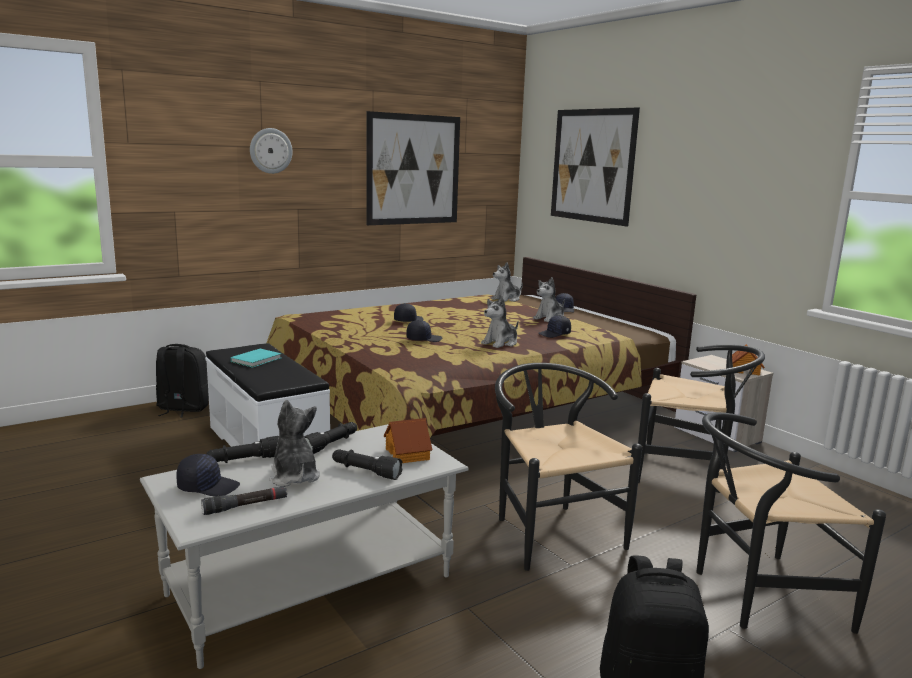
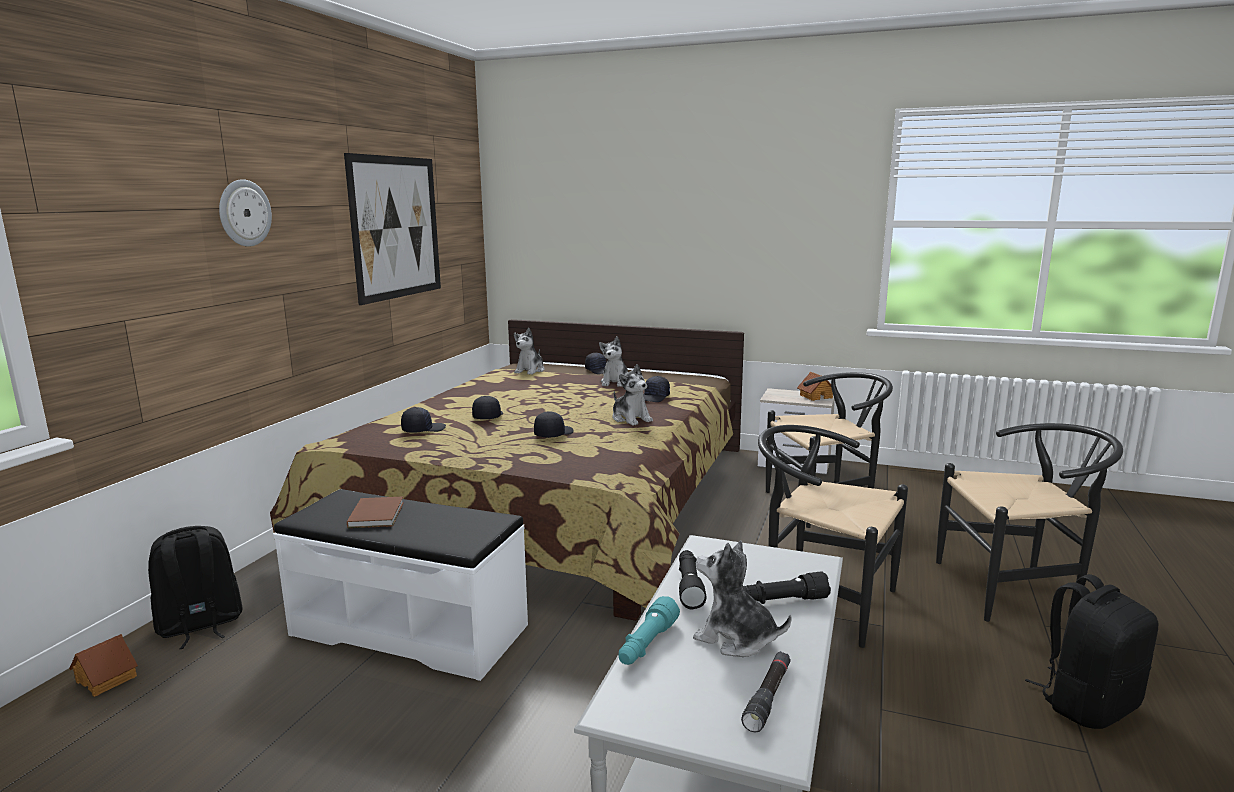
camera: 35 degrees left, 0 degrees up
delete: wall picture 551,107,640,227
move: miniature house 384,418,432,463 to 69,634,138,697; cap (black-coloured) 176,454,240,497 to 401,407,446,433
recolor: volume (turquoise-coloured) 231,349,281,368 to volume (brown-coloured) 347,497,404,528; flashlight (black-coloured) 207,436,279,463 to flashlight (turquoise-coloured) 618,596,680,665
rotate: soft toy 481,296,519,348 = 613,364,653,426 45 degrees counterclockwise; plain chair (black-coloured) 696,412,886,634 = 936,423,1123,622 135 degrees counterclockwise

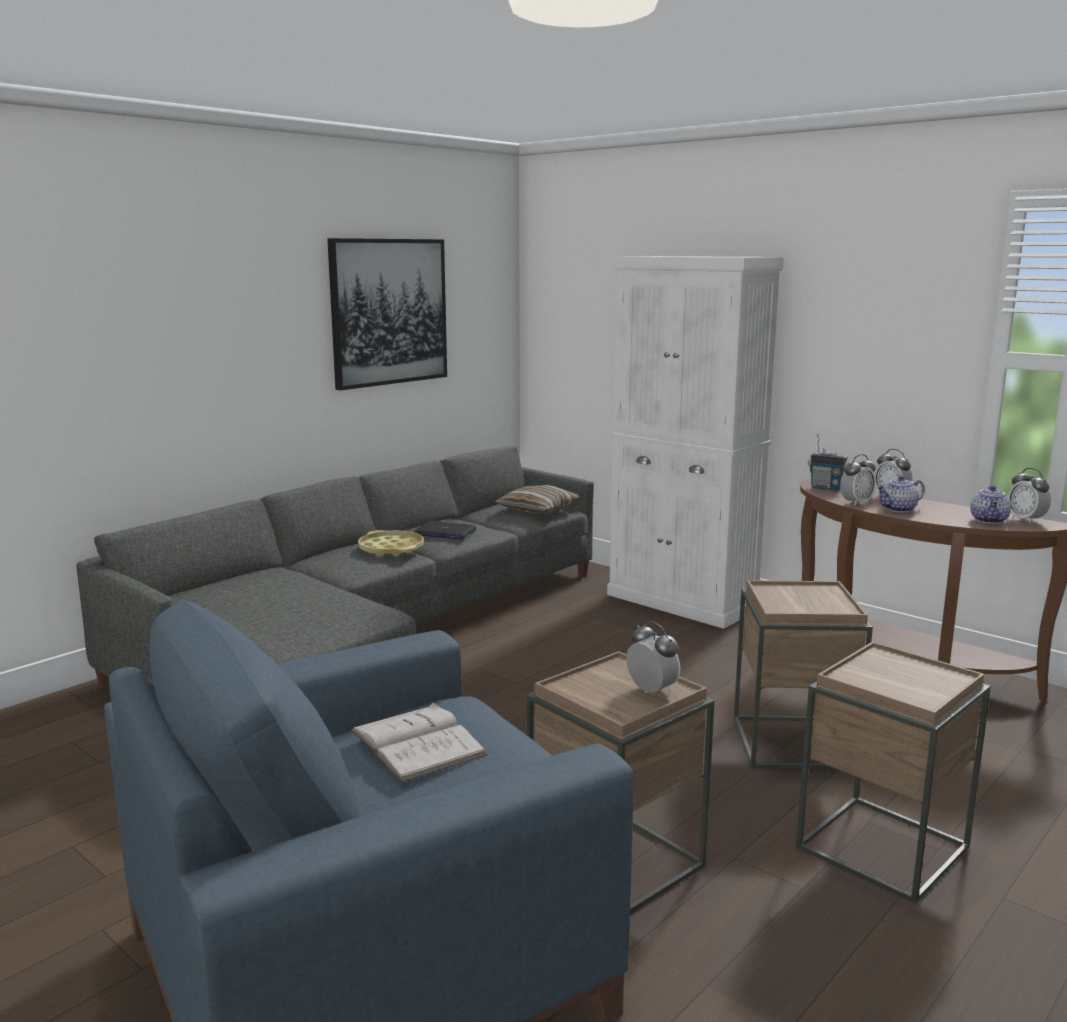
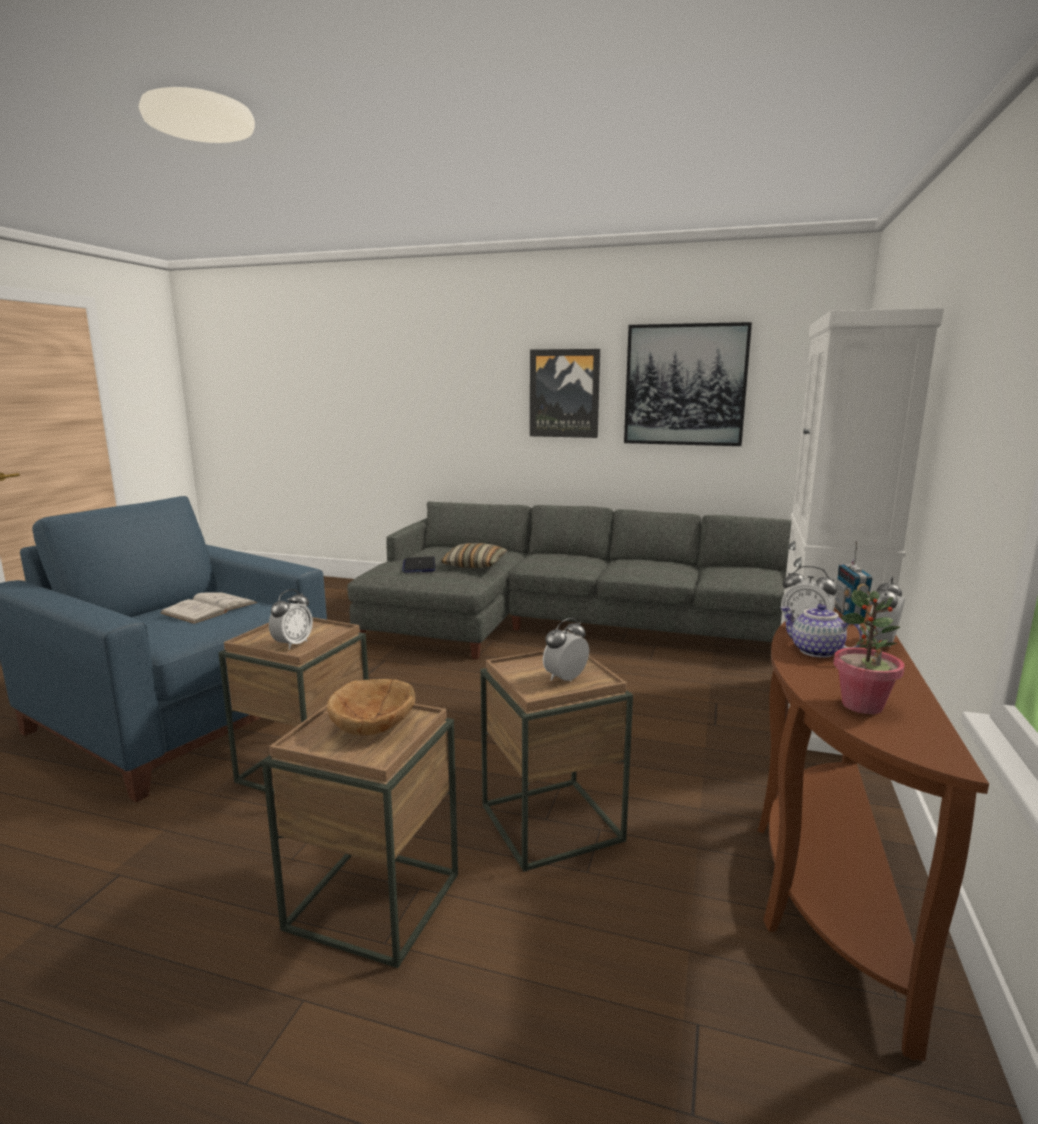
camera: 65 degrees right, 0 degrees up
delete: serving tray (yellowish) 358,530,424,557
insert: wall picture 530,349,600,438; deep dish (brown-coloured) 327,679,415,736
move: alarm clock 1008,468,1051,524 to 543,618,589,682; pillow 495,485,580,514 to 440,543,507,568; portable computer 414,521,476,540 to 402,556,435,573
replace: pot for tea 970,485,1011,524 to plant in a pot 834,590,905,714

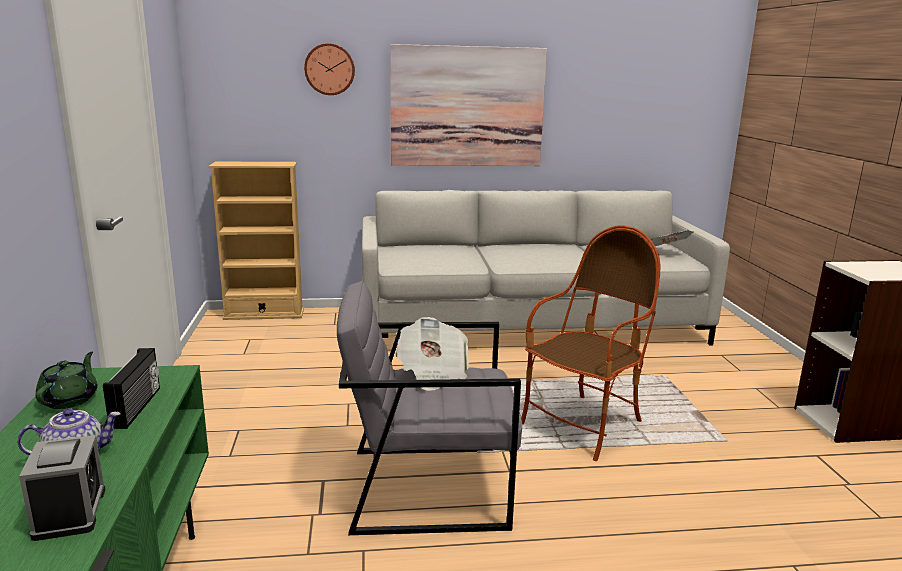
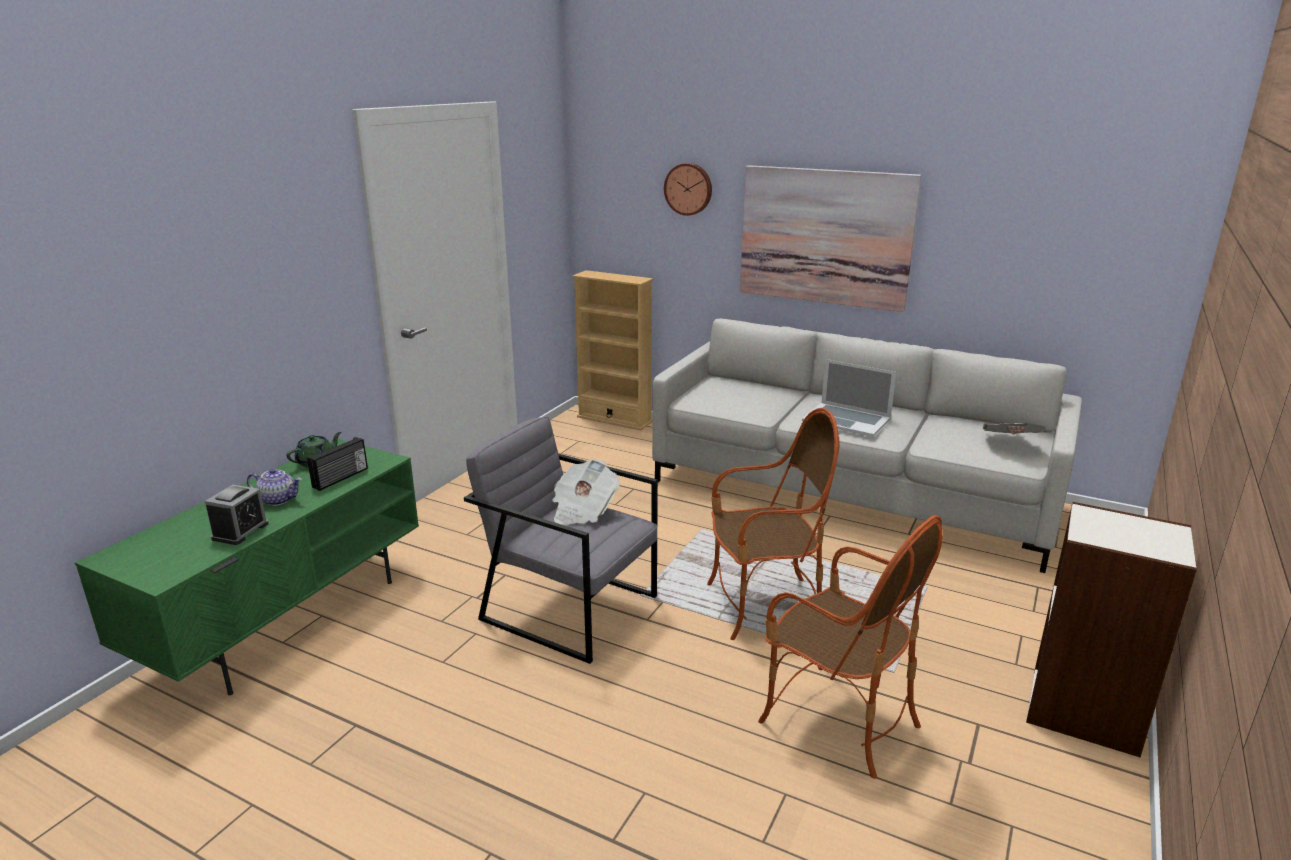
camera: 35 degrees right, 5 degrees up
insert: portable computer 802,359,896,437; armchair 758,515,943,779

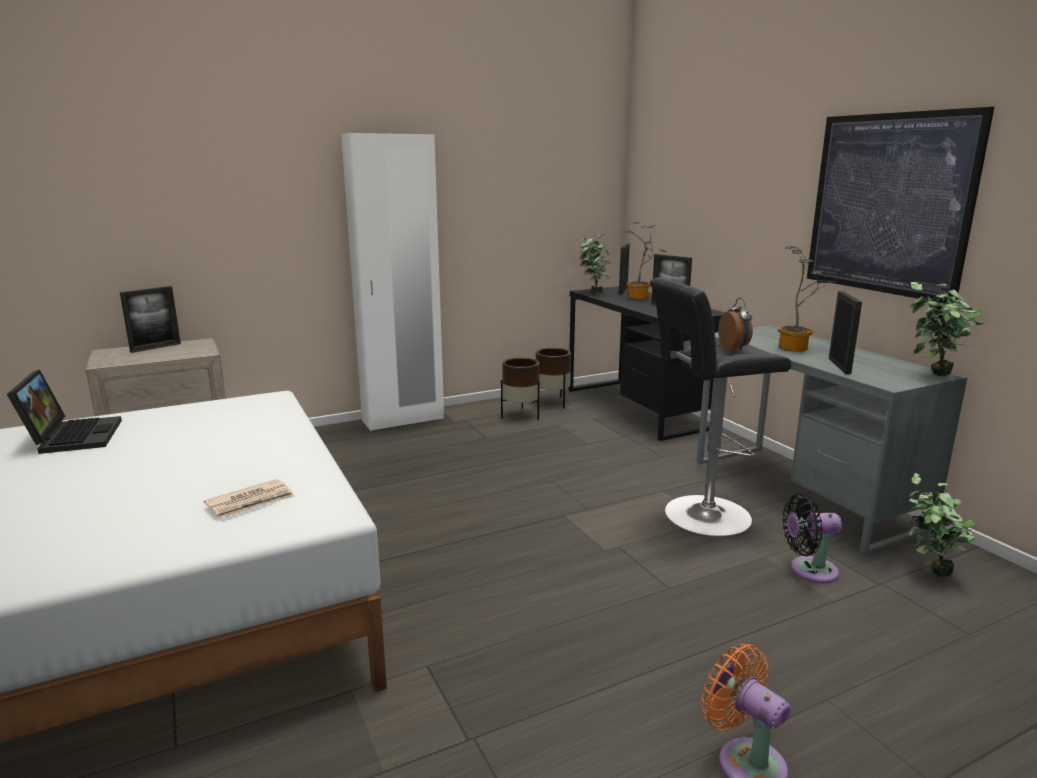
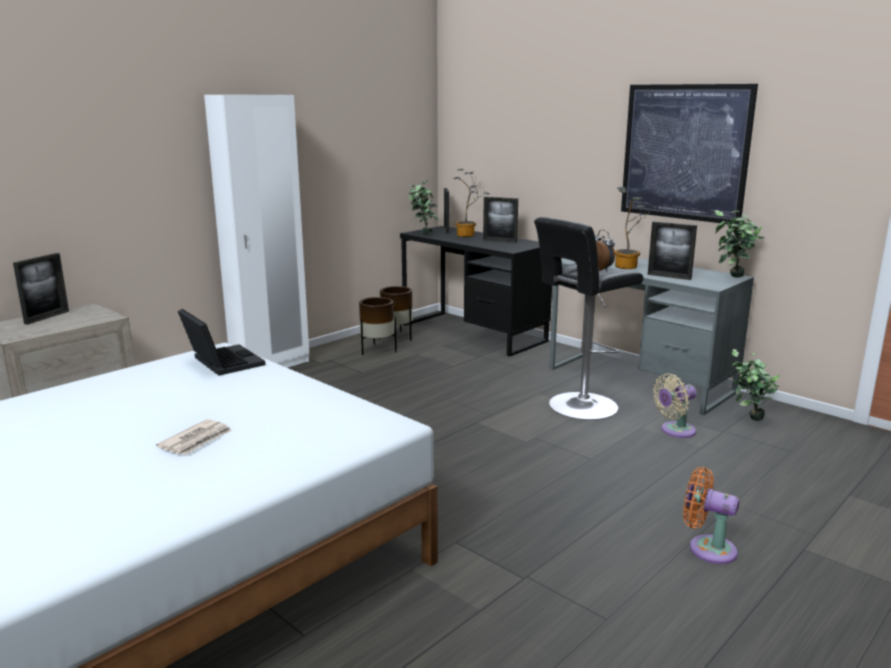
camera: 20 degrees left, 0 degrees up
move: portable computer 7,370,122,454 to 178,309,266,376; newspaper 204,479,295,518 to 156,419,232,454
recolor: fan (black-coloured) 782,493,842,583 to fan (beige) 653,373,697,438
rotate: standing frame 829,291,862,374 = 648,221,697,280 135 degrees clockwise

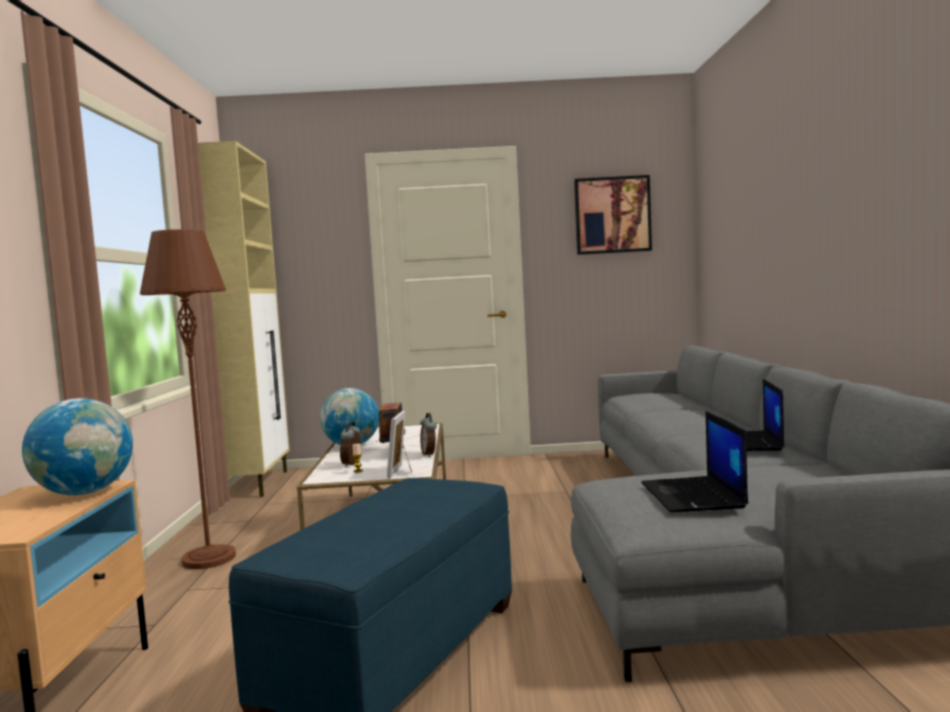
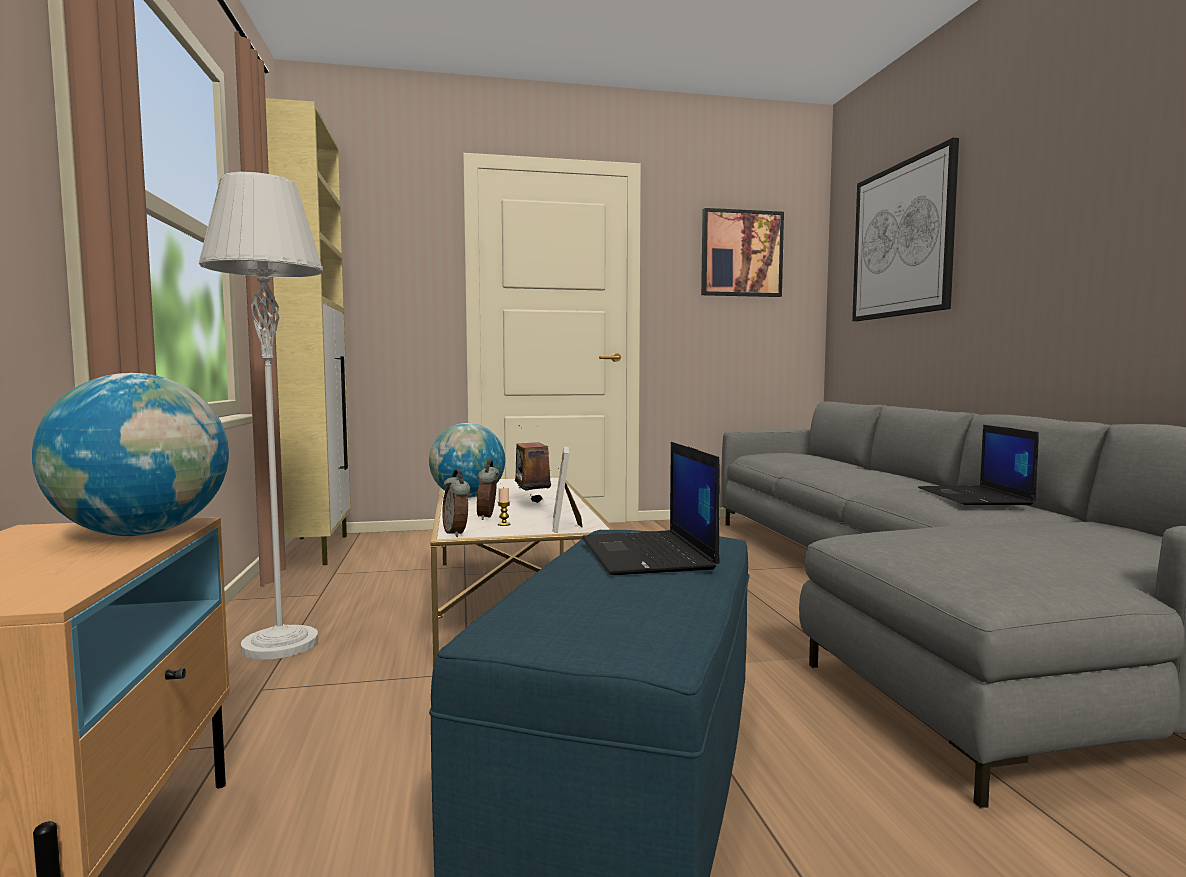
camera: 10 degrees left, 0 degrees up
insert: wall picture 852,138,959,321
move: portable computer 641,411,748,513 to 582,442,720,575; alarm clock 420,413,437,457 to 442,470,470,537
recolor: standing lamp (brown-coloured) 140,229,236,569 to standing lamp (grey) 199,172,323,660

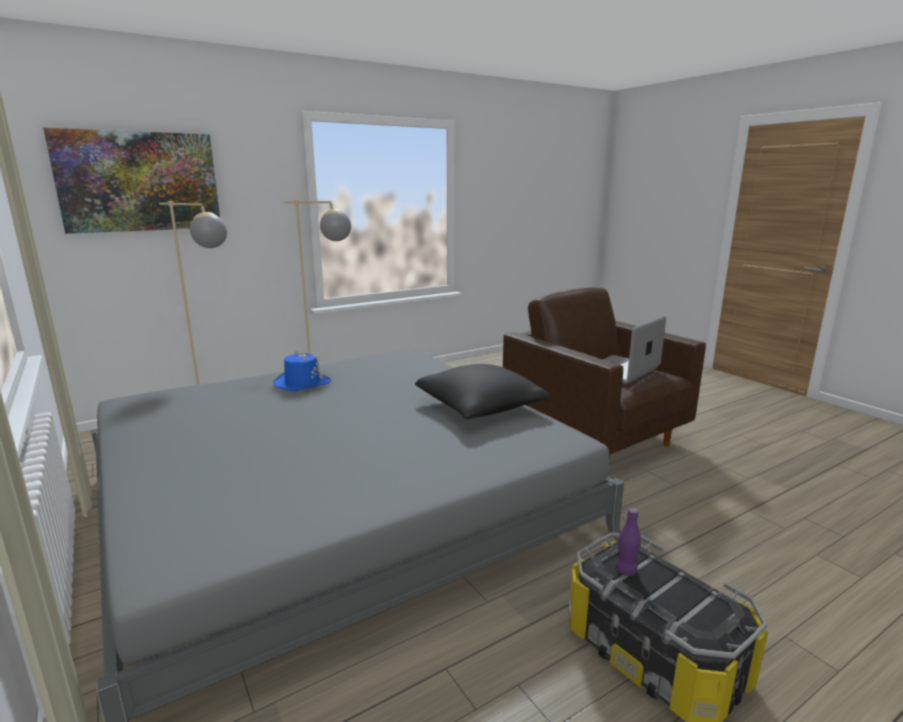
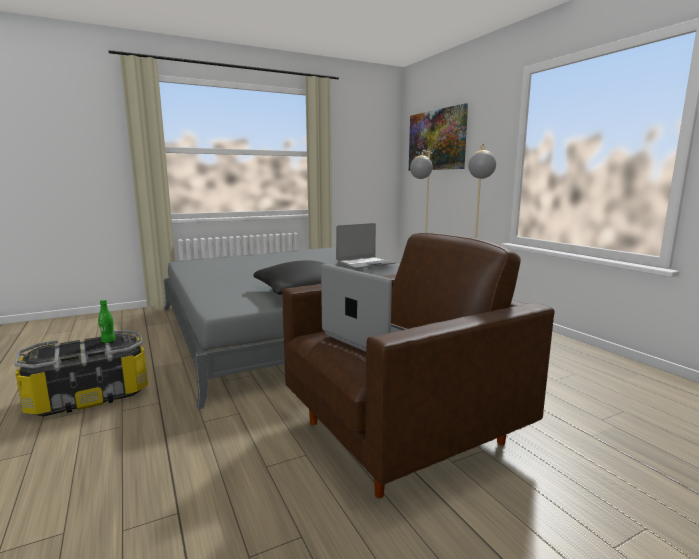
camera: 95 degrees right, 5 degrees down
replace: hat (bluish) 273,351,331,391 to portable computer 336,223,396,269
recolor: bottle (purplish) 615,508,641,576 to bottle (green) 98,300,116,343

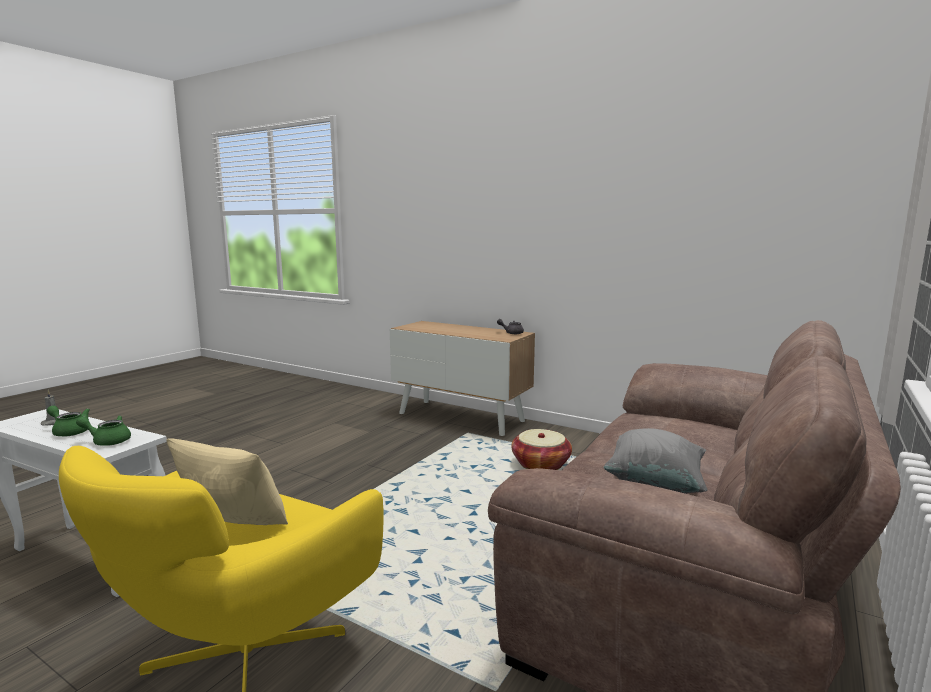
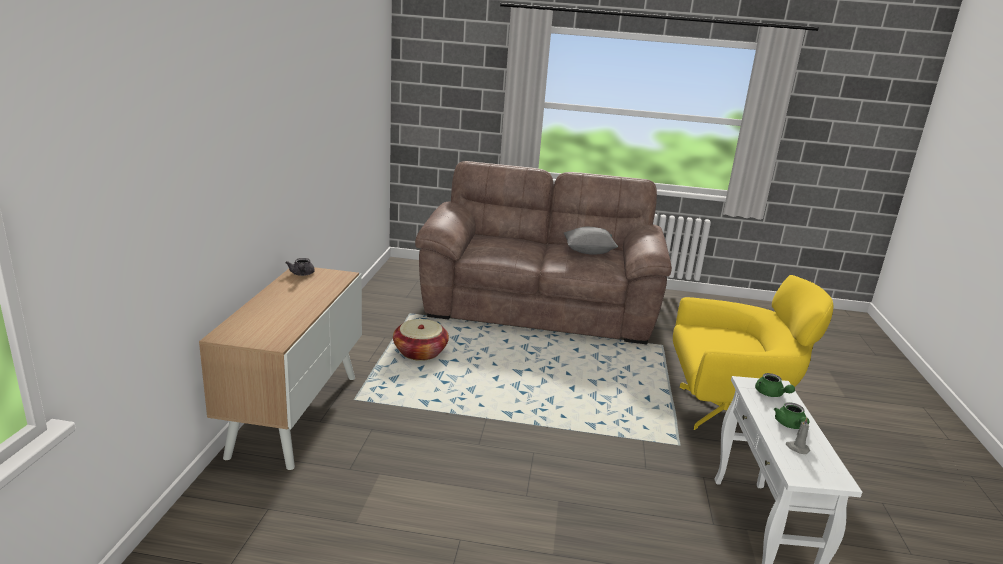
camera: 115 degrees left, 10 degrees up
delete: pillow (beige) 166,438,288,525

